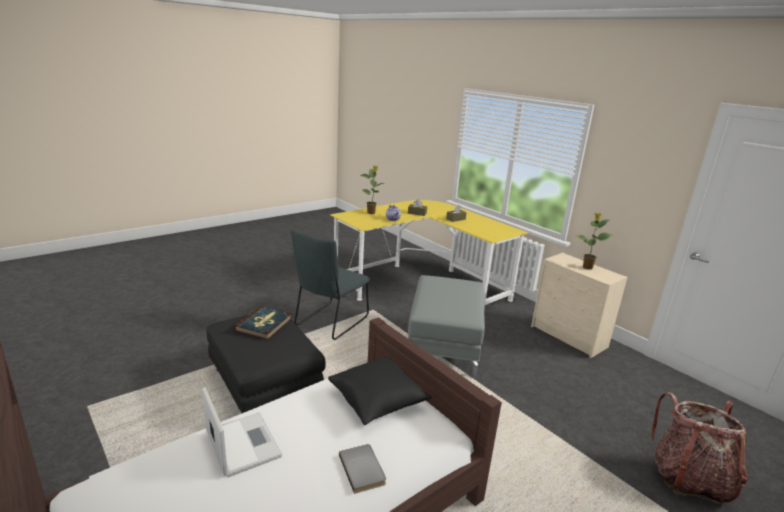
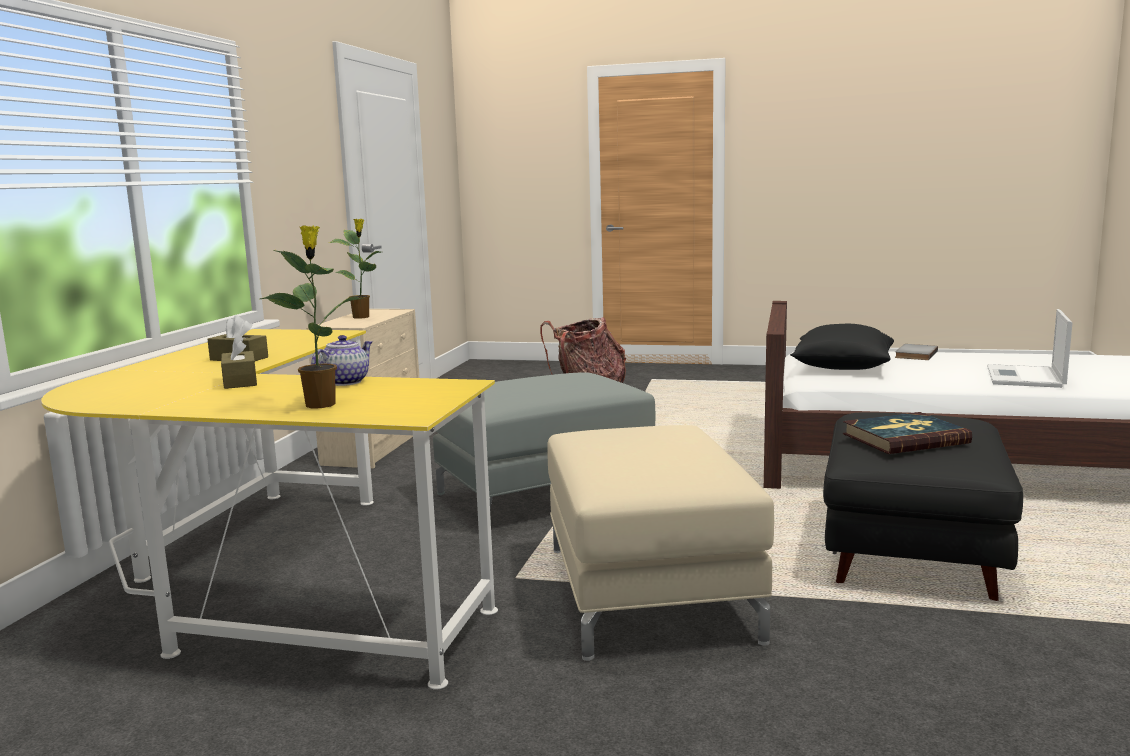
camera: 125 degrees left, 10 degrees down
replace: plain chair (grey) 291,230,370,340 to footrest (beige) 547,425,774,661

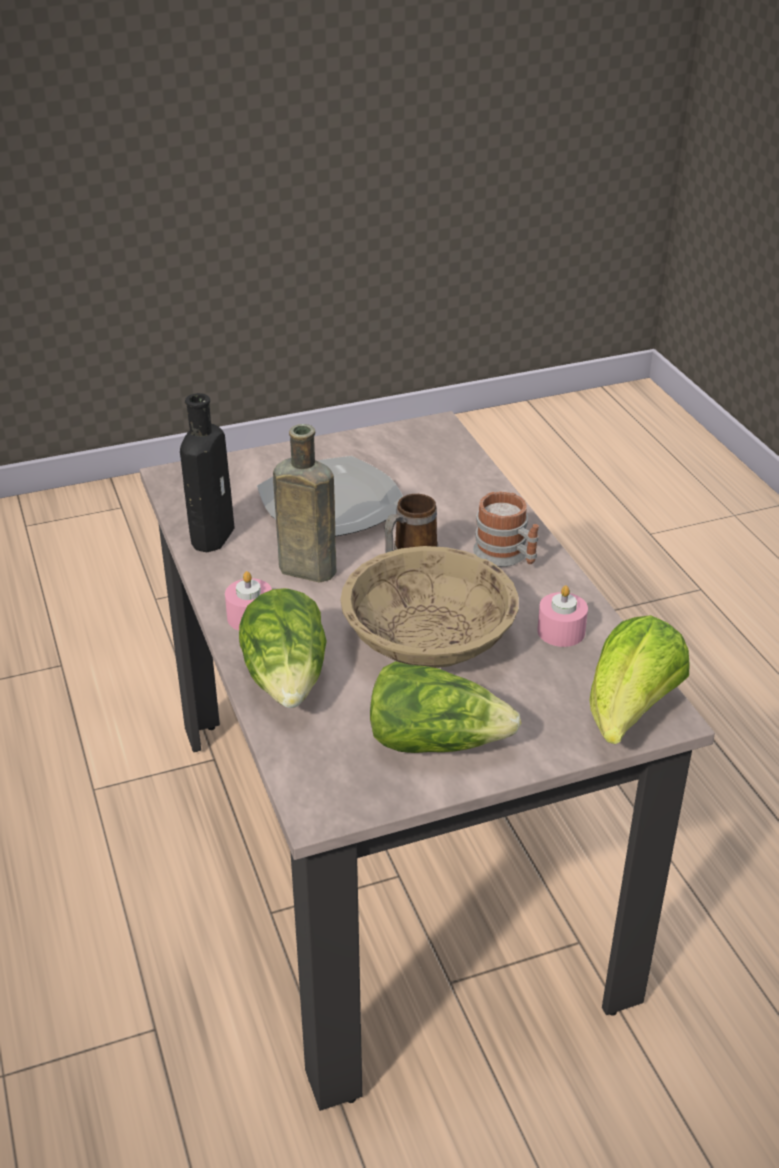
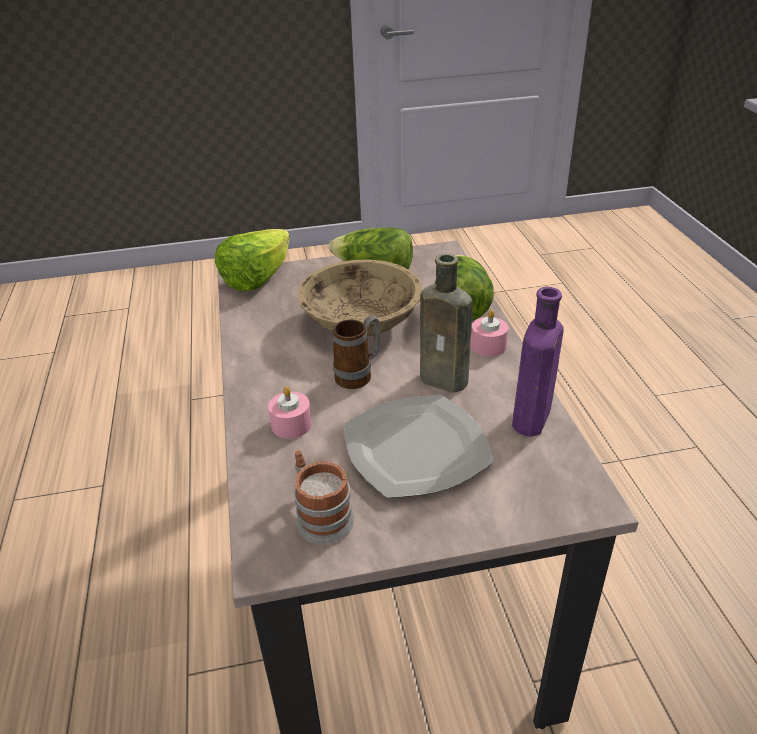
camera: 170 degrees left, 0 degrees up
move: mug 473,491,539,567 to 294,451,354,544; candle (pink) 537,585,588,647 to 268,387,312,439
recolor: bottle (black-coloured) 180,393,235,552 to bottle (purplish) 512,287,564,437

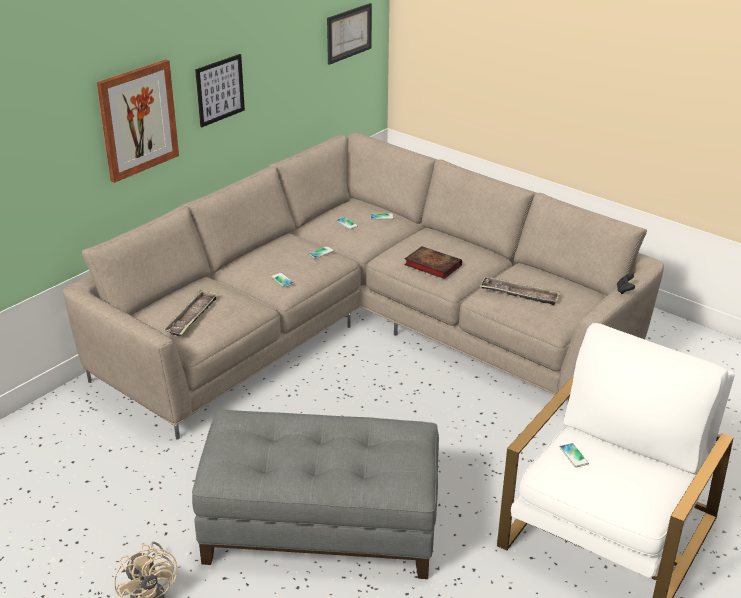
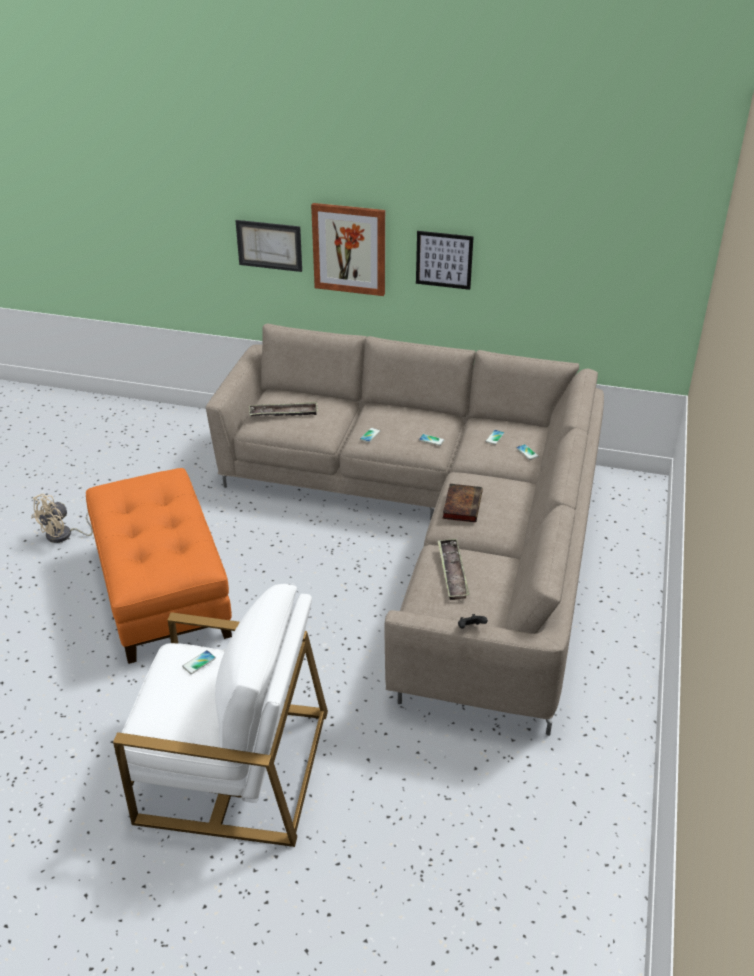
camera: 65 degrees right, 5 degrees up
move: wall picture 327,3,372,65 to 236,220,302,272
recolor: footrest (grey) 192,410,439,579 to footrest (orange) 86,468,232,664

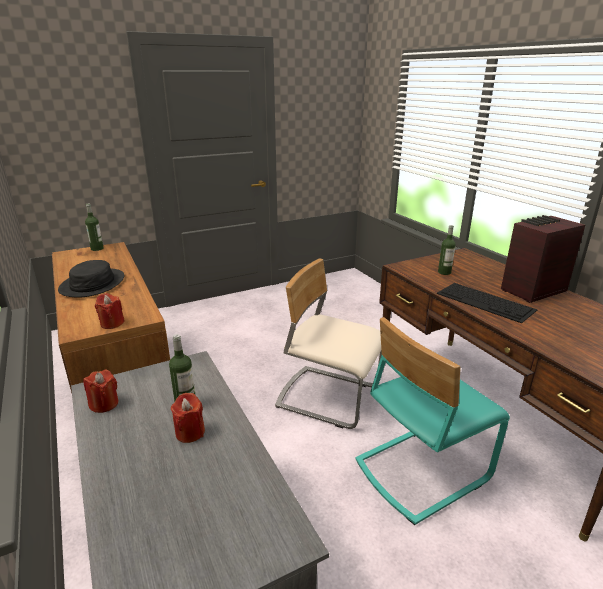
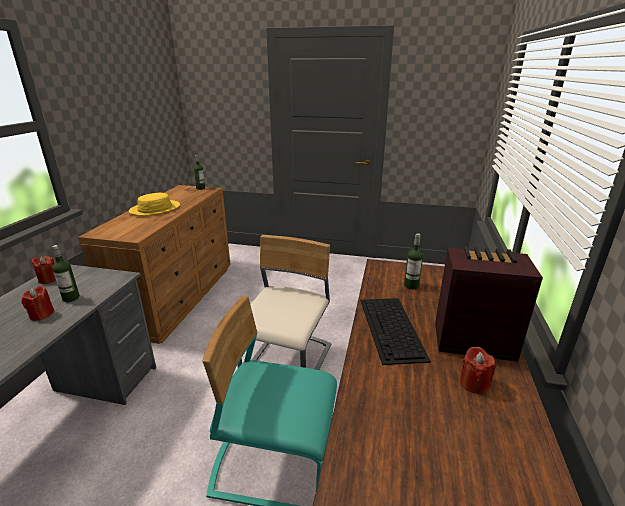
camera: 40 degrees right, 0 degrees up
move: candle (red-coloured) 95,293,125,329 to 460,347,496,394
recolor: hat (black-coloured) 58,260,124,297 to hat (yellowish) 129,193,180,216
rotate: plain chair (beige) 275,259,382,429 = 237,235,331,370 45 degrees clockwise

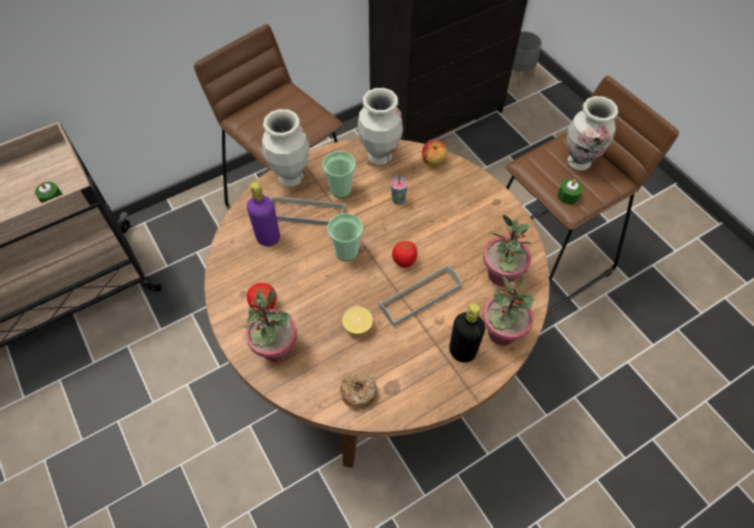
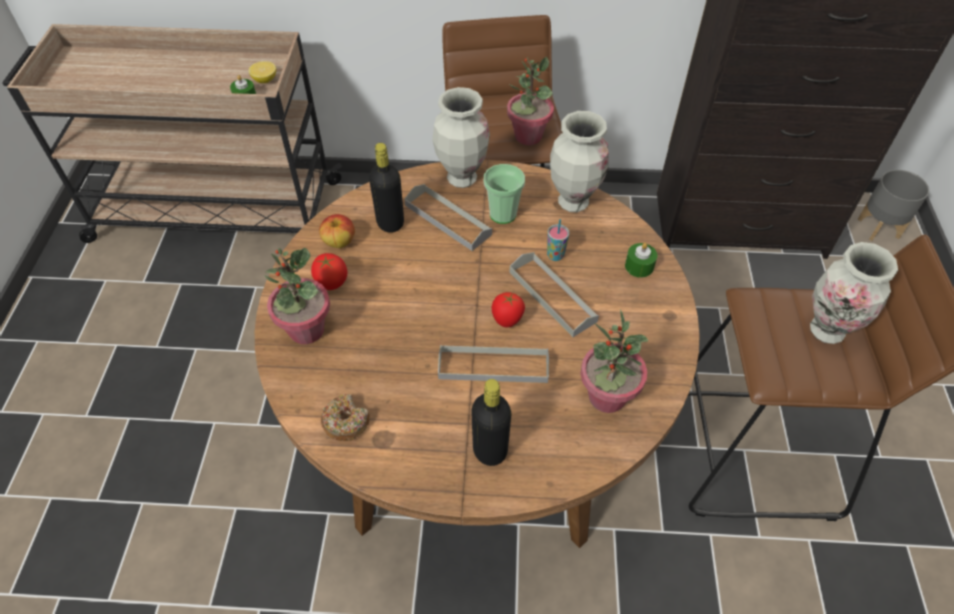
camera: 35 degrees right, 5 degrees down
delete: small cup 327,213,363,261
insert: serving tray (grey) 509,252,599,337
move: apple 422,140,447,166 to 319,214,355,248; candle (green) 558,179,583,204 to 625,243,657,278; plant in a pot 483,272,534,345 to 507,57,554,145; lemon 342,306,373,335 to 249,61,276,83
recolor: bottle (purplish) 247,182,280,246 to bottle (black-coloured) 369,143,404,233

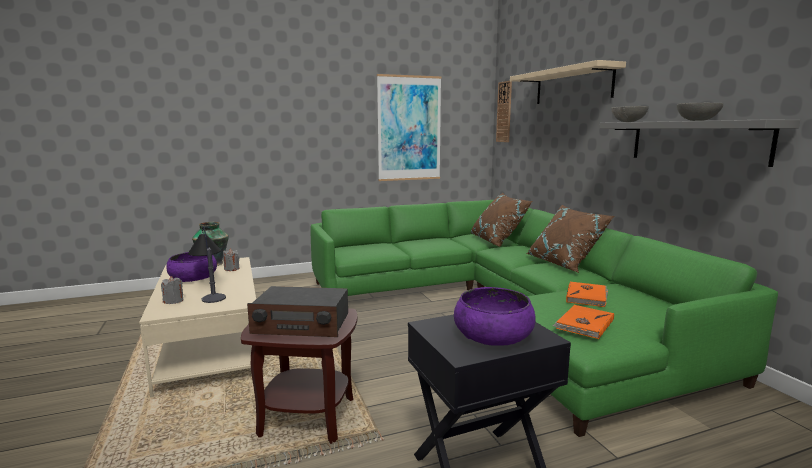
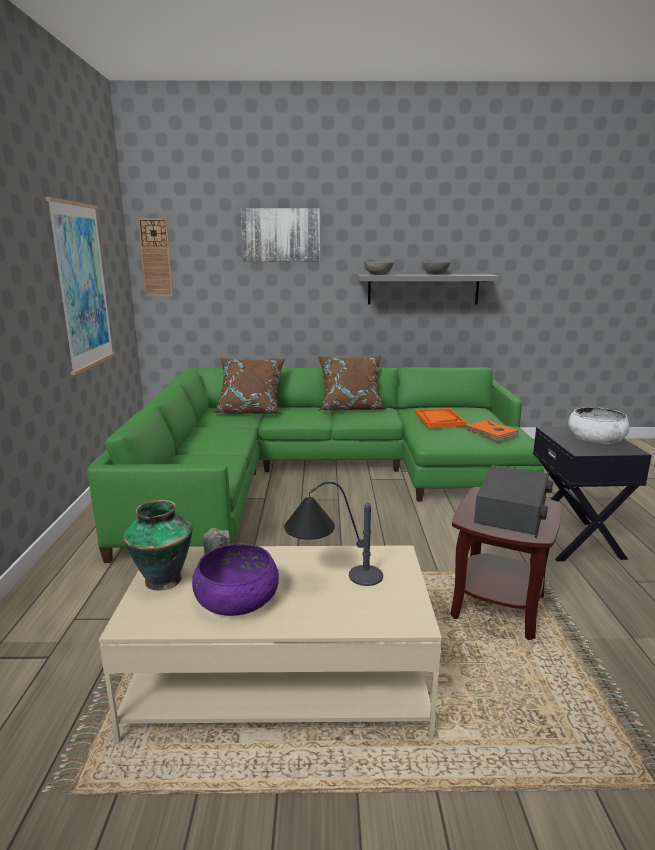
camera: 70 degrees left, 5 degrees up
delete: candle (grey) 161,276,183,304
replace: bracket shelf (beige) 510,60,626,104 to wall picture 241,208,320,261; volume (orange) 566,281,608,307 to serving tray (orange) 415,408,466,428
recolor: deep dish (purplish) 454,287,536,346 to deep dish (whitish) 568,407,629,444

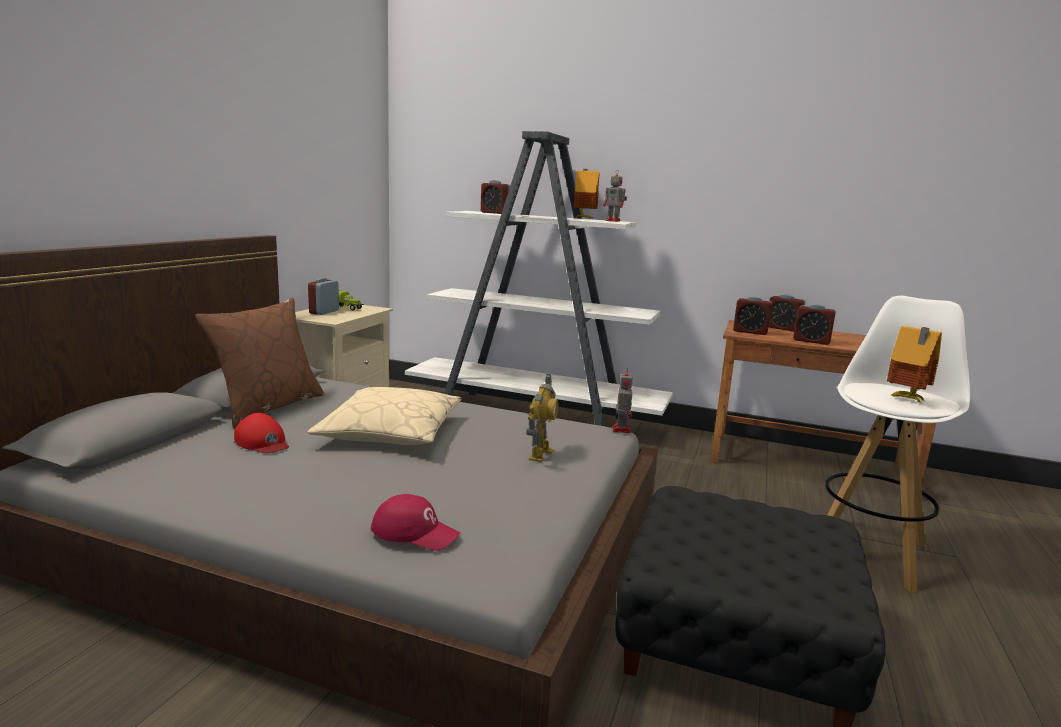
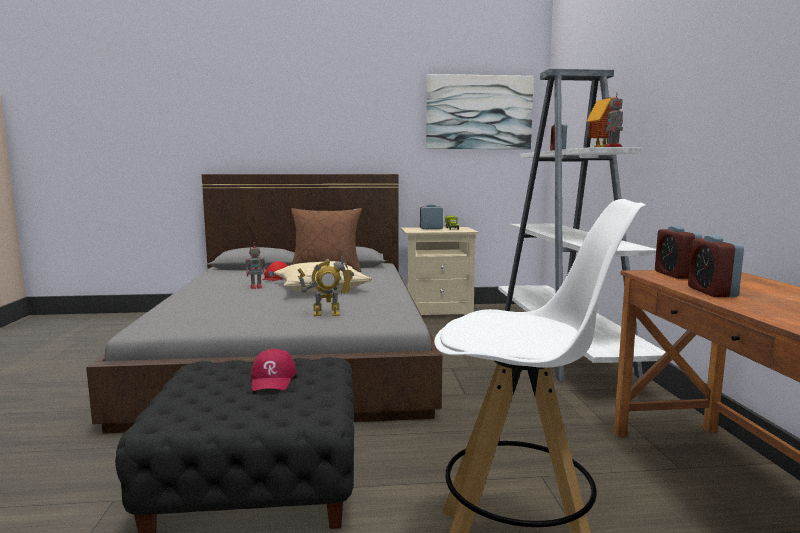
camera: 65 degrees right, 5 degrees down
delete: alarm clock 769,294,806,332; miniature house 887,326,942,403
insert: wall picture 426,74,534,149
move: toy robot 613,368,633,433 to 246,243,266,289; cap (red-coloured) 371,494,461,550 to 251,349,297,391

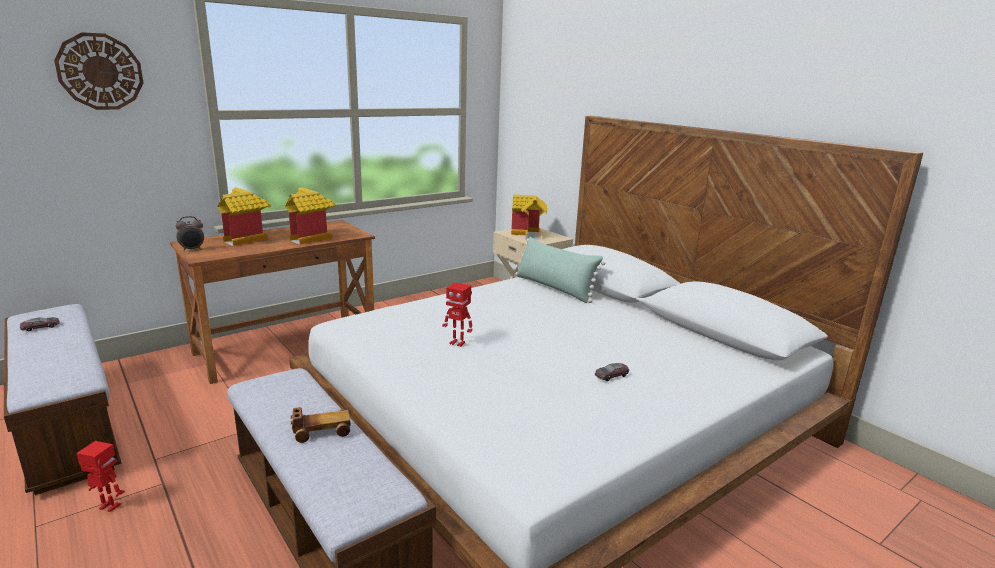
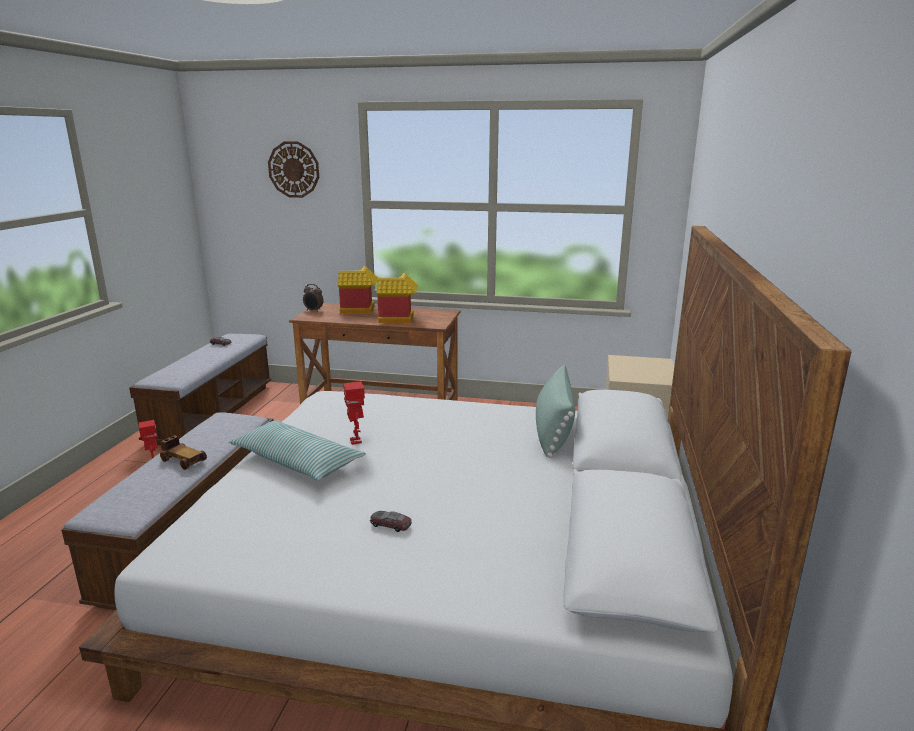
camera: 50 degrees right, 0 degrees up
delete: miniature house 511,195,548,240
insert: pillow 229,420,366,481

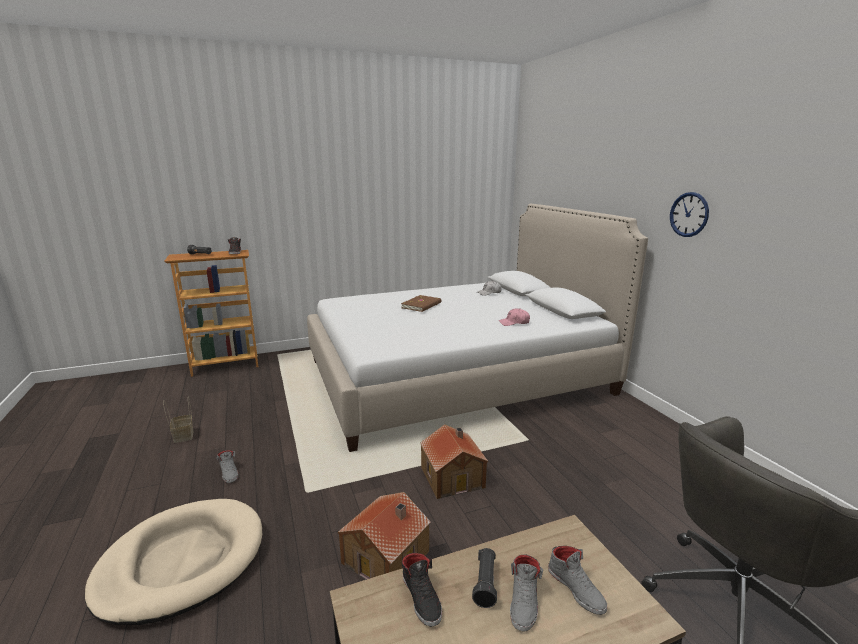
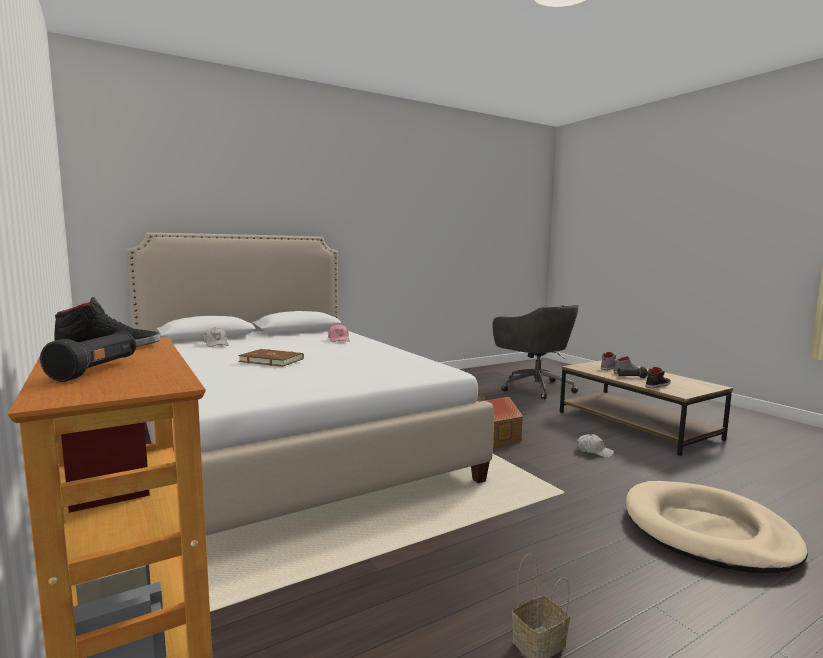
camera: 100 degrees left, 10 degrees down
delete: clock on the wall 670,192,709,237; item of footwear (grey) 216,450,238,483
replace: miniature house 338,492,431,580 to cap (whitish) 577,434,614,458

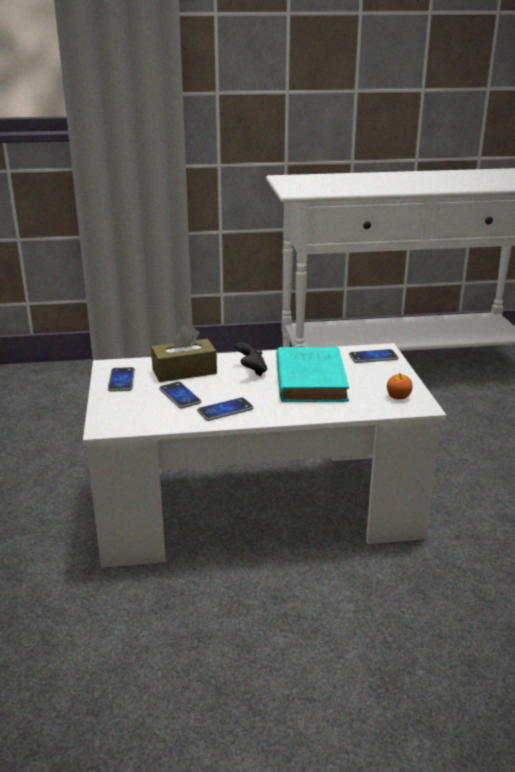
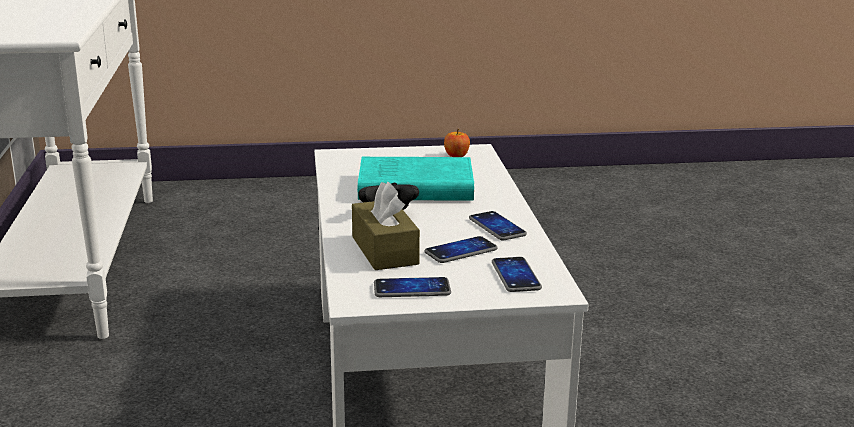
camera: 90 degrees left, 5 degrees down
move: telephone 349,349,399,363 to 492,257,542,292

